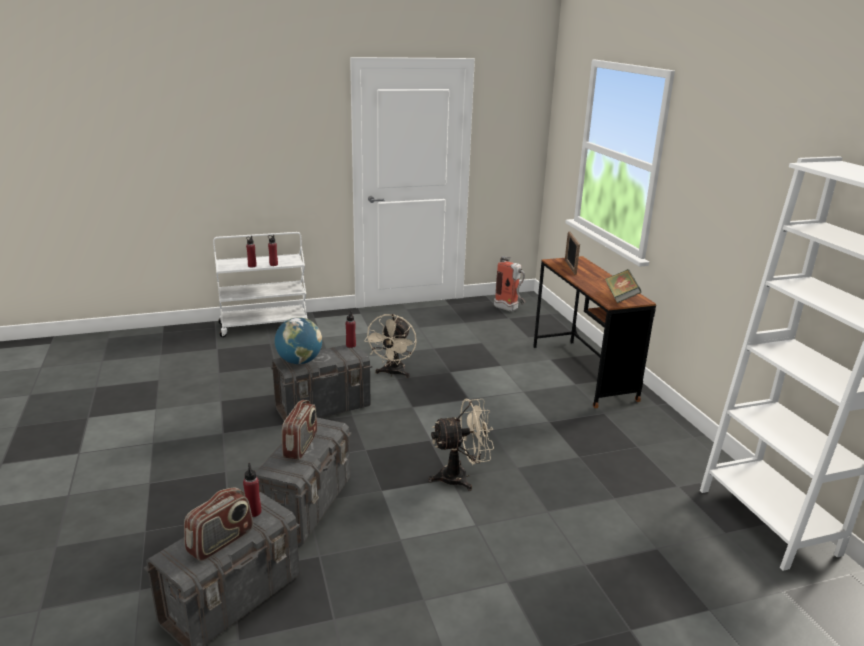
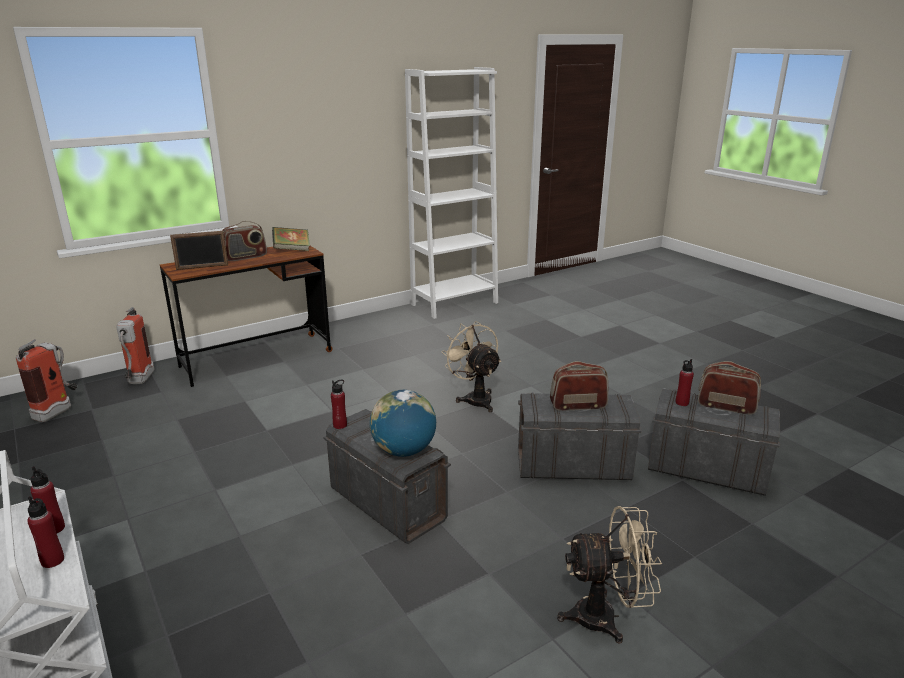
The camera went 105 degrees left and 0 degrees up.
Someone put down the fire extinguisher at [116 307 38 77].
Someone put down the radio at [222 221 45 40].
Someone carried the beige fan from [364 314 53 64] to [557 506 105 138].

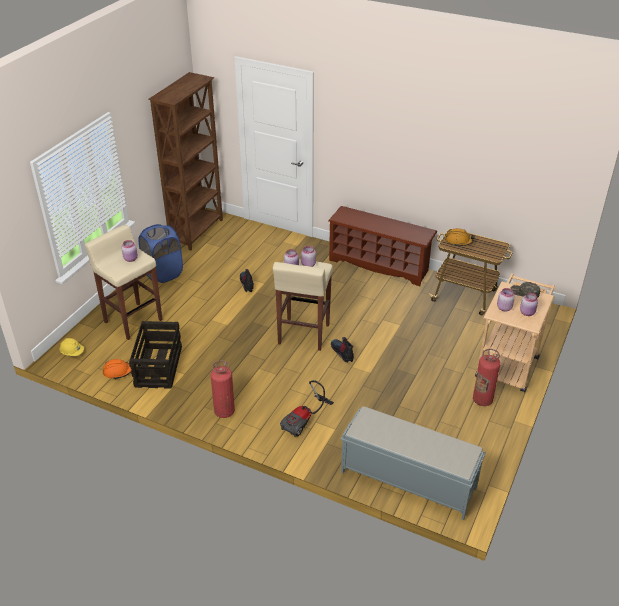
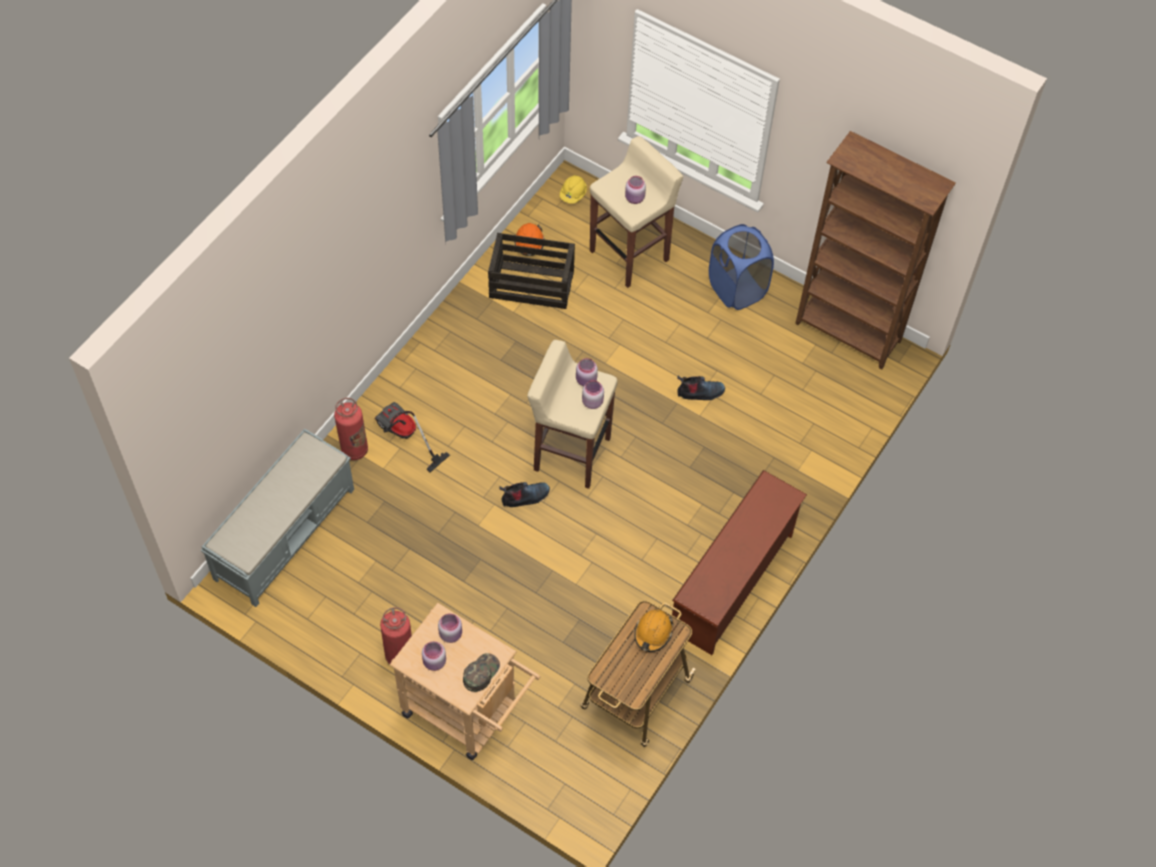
The camera went 95 degrees right and 20 degrees up.
Someone carried the fire extinguisher from [211 360 24 58] to [334 398 34 62].

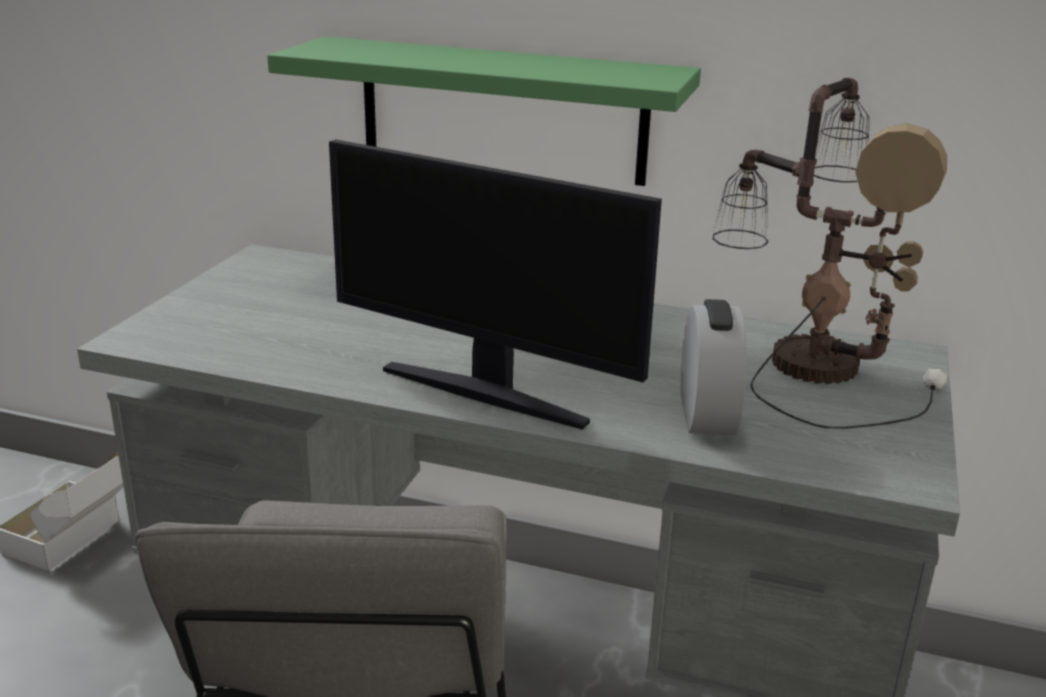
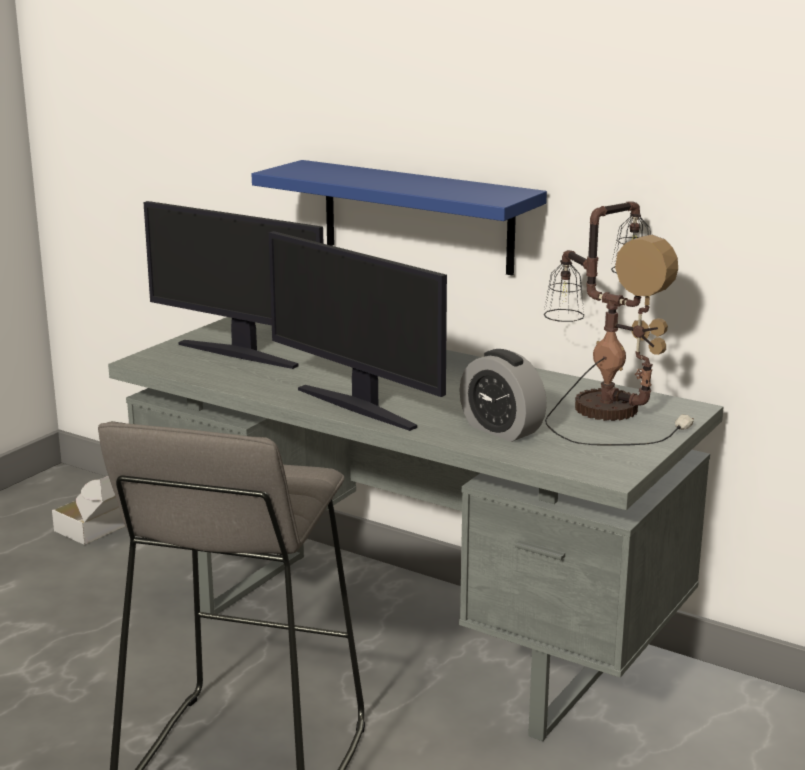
The camera went 15 degrees right and 5 degrees down.
Someone put down the monitor at [143 201 181 168].
Someone repainted the green shelf at [267 36 434 150], which became the blue shelf at [252 160 295 115].
Someone rotated the alarm clock at [681 299 66 136] by 120 degrees clockwise.

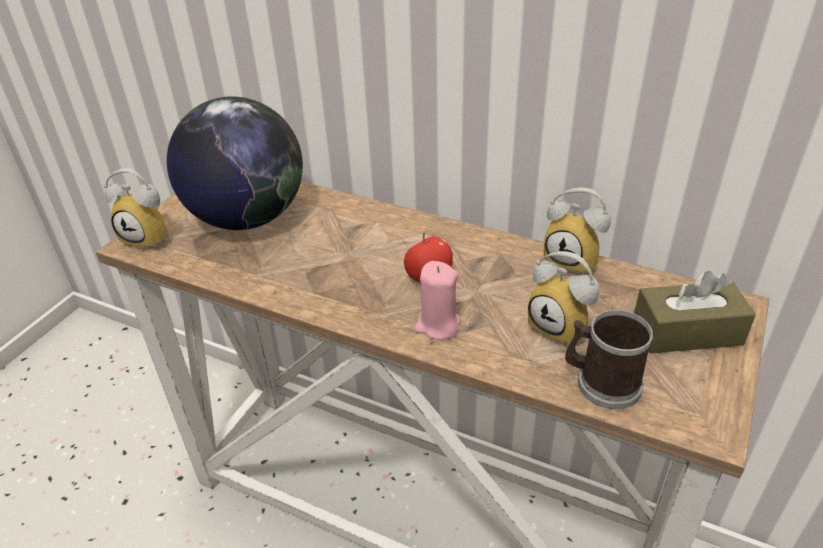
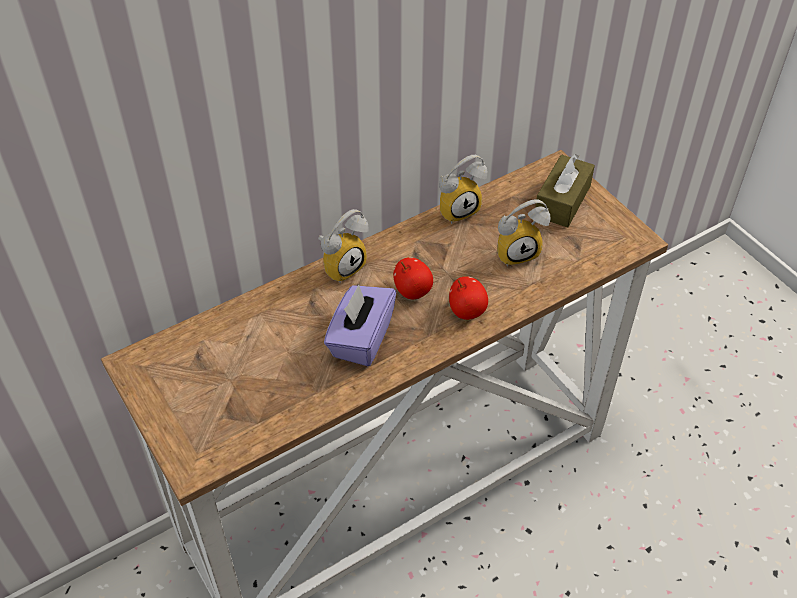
The camera went 60 degrees left and 10 degrees up.
Someone took away the globe at [167 96 136 134].
Someone took away the mug at [565 310 89 99].
Someone put down the purple tissue box at [324 285 72 81].
Someone carried the alarm clock from [104 168 66 82] to [318 209 51 74].
Someone swapped the pink candle at [414 261 47 79] for the apple at [449 276 39 44].

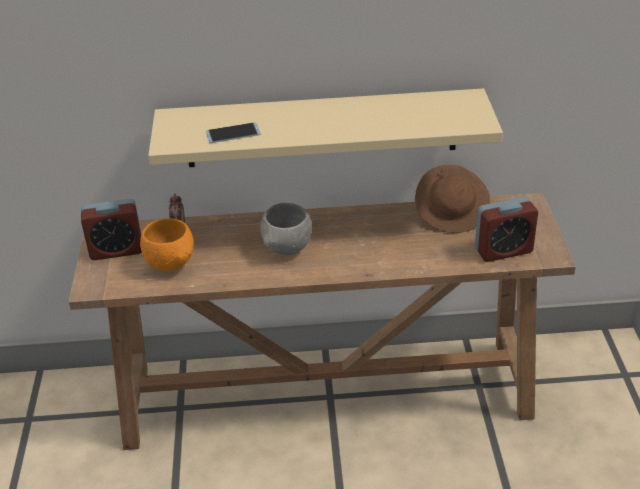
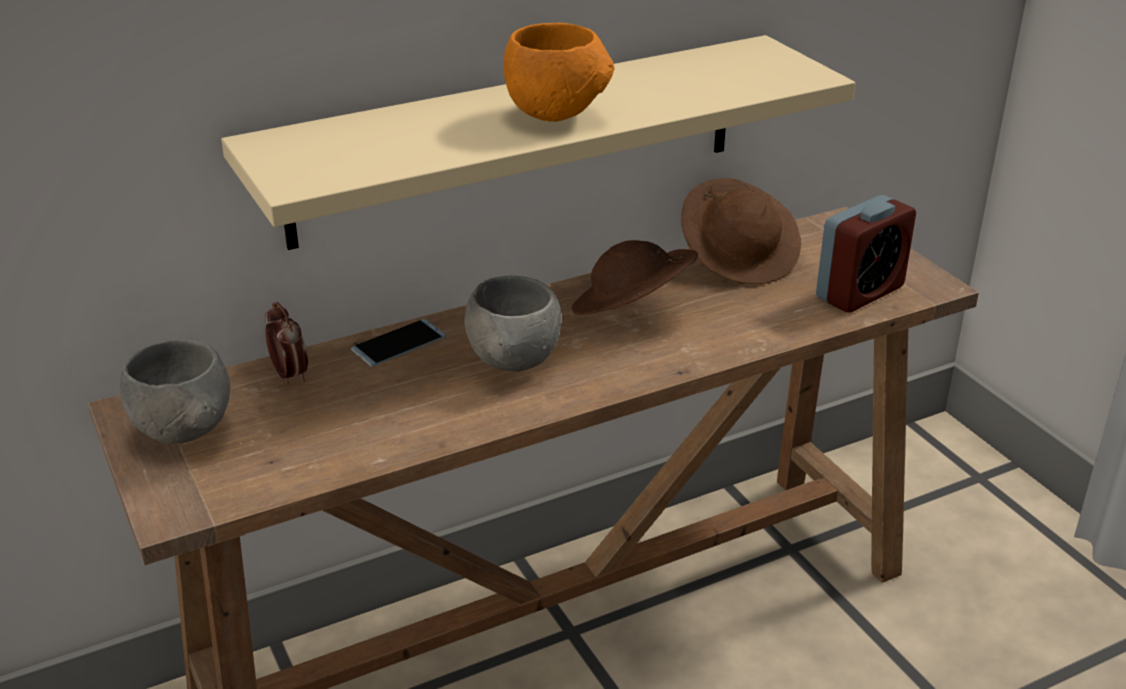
The camera went 25 degrees left and 5 degrees down.
Someone put down the brown hat at [572 240 126 75].
Someone carried the orange bowl from [140 218 54 53] to [503 23 111 99].
Someone carried the phone from [206 122 55 21] to [351 319 95 48].
Someone swapped the alarm clock at [81 199 61 61] for the grey bowl at [119 339 111 105].

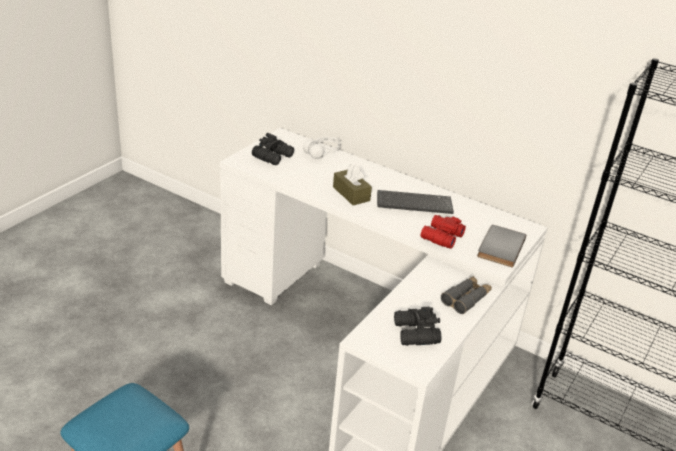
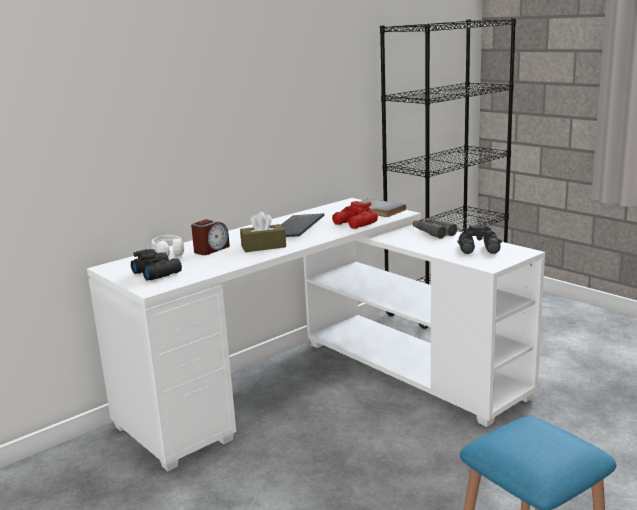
The camera went 70 degrees left and 15 degrees down.
Someone put down the alarm clock at [191 219 39 36].

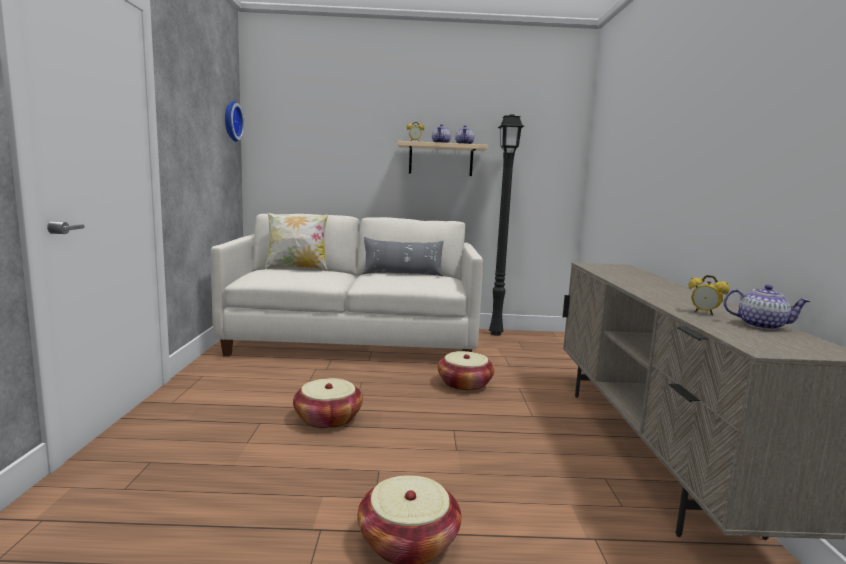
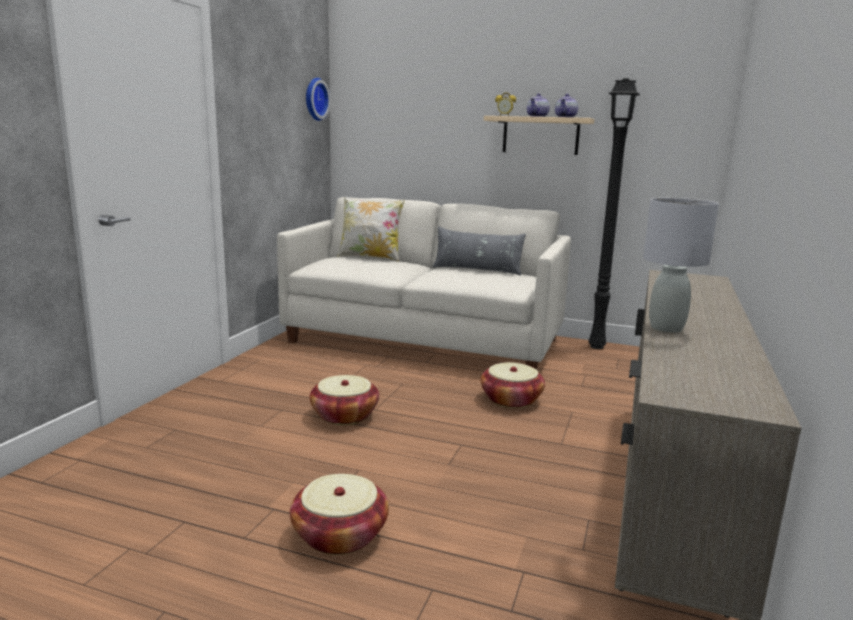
The camera went 20 degrees right and 5 degrees up.
Someone took away the alarm clock at [688 275 42 40].
Someone took away the teapot at [723 285 87 45].
Someone put down the grey table lamp at [643 198 76 135].

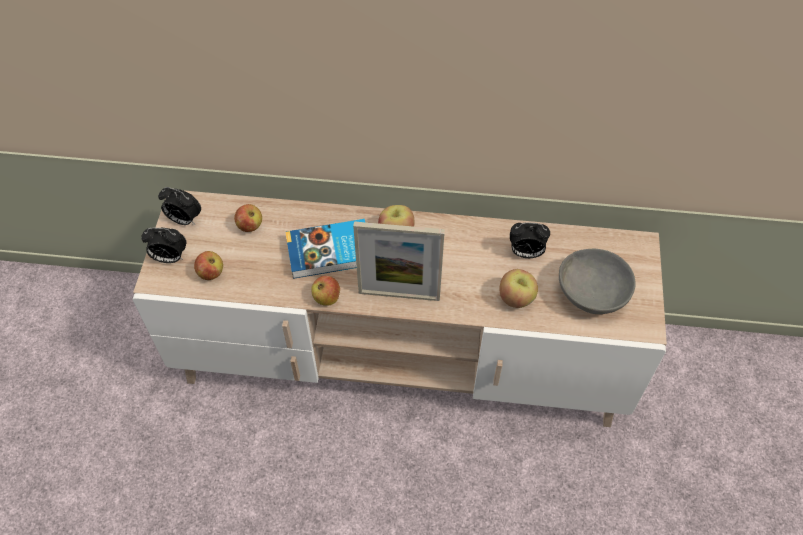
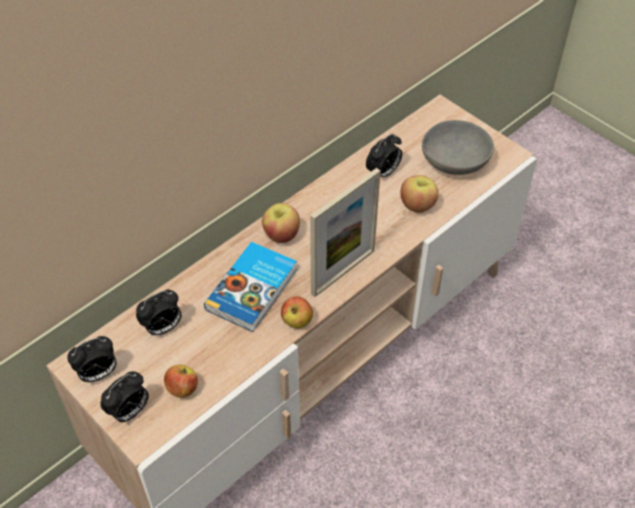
The camera went 50 degrees left and 5 degrees down.
Someone swapped the apple at [234 204 28 28] for the alarm clock at [136 290 46 46].

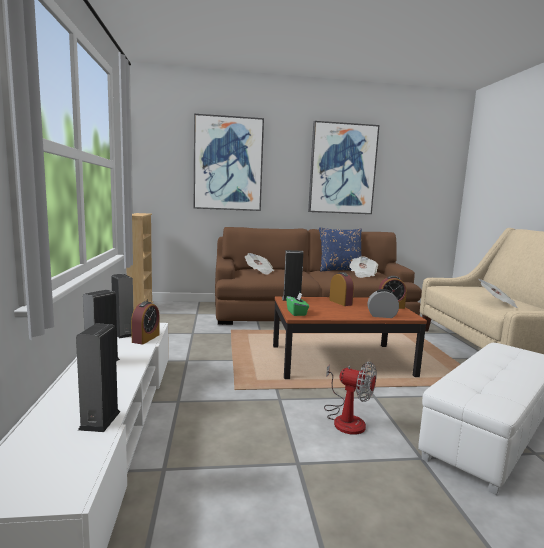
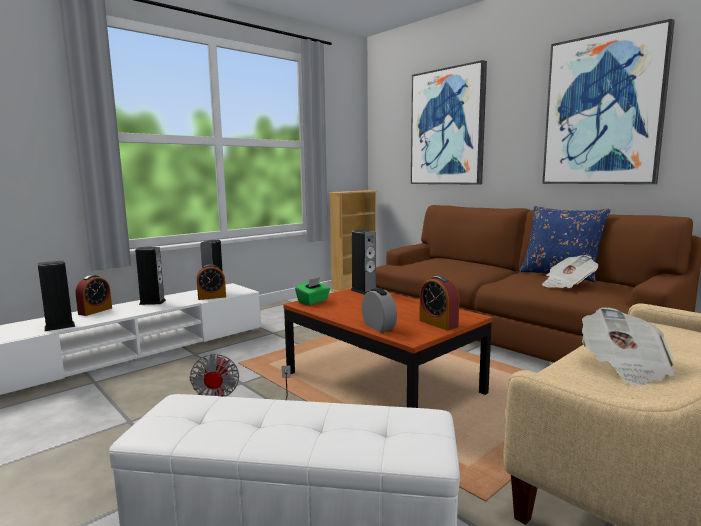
The camera went 55 degrees right and 0 degrees up.
Someone took away the newspaper at [245 253 29 22].
Someone carried the alarm clock from [329 272 25 34] to [76 275 36 41].

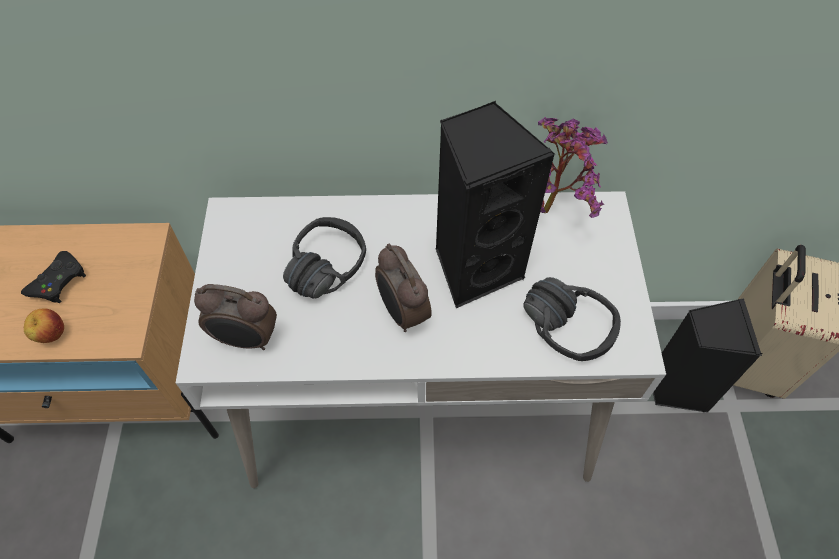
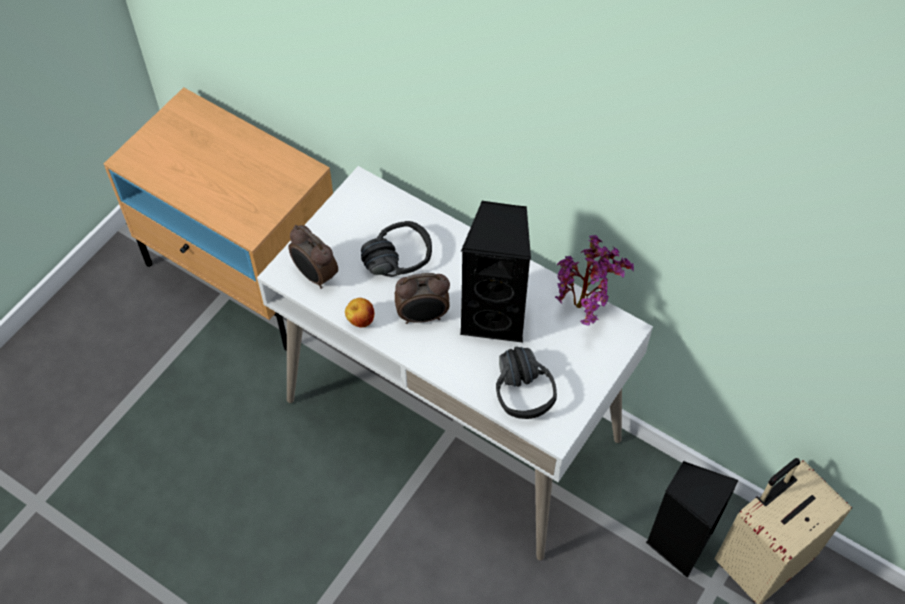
The camera went 35 degrees right and 0 degrees up.
Someone took away the black game controller at [21 251 65 52].
Someone carried the apple from [24 308 40 35] to [345 298 29 29].
Someone rotated the alarm clock at [375 244 57 88] by 105 degrees counterclockwise.

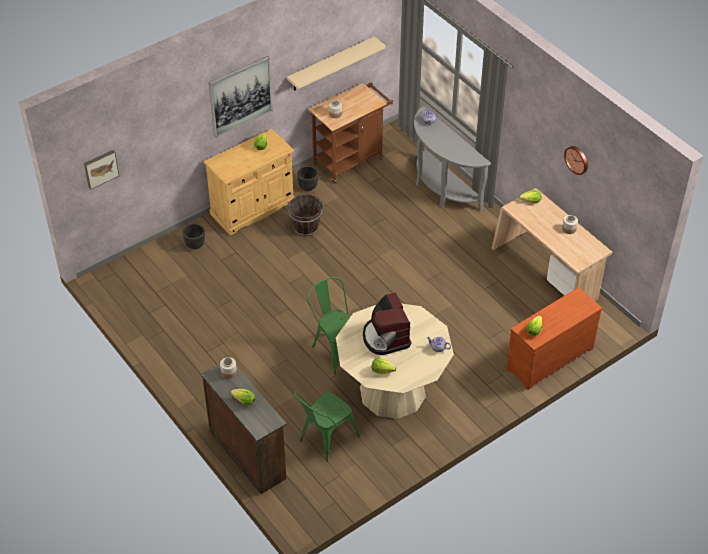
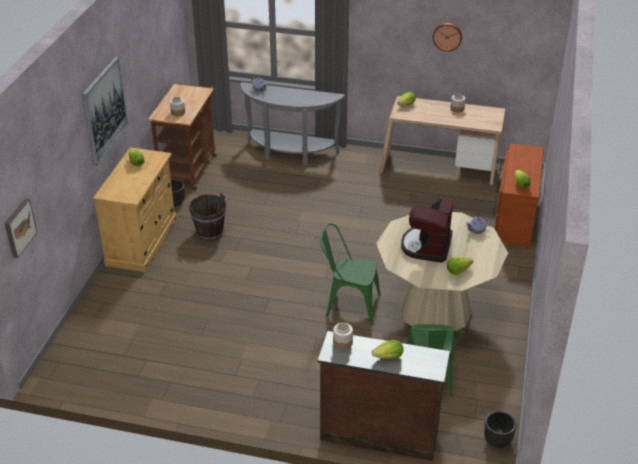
The camera went 40 degrees left and 10 degrees down.
Someone took away the beige shelf at [287 36 99 55].
Someone carried the black planter from [183 223 22 26] to [484 411 32 37].
Someone rotated the coffee machine at [363 292 48 63] by 75 degrees clockwise.

